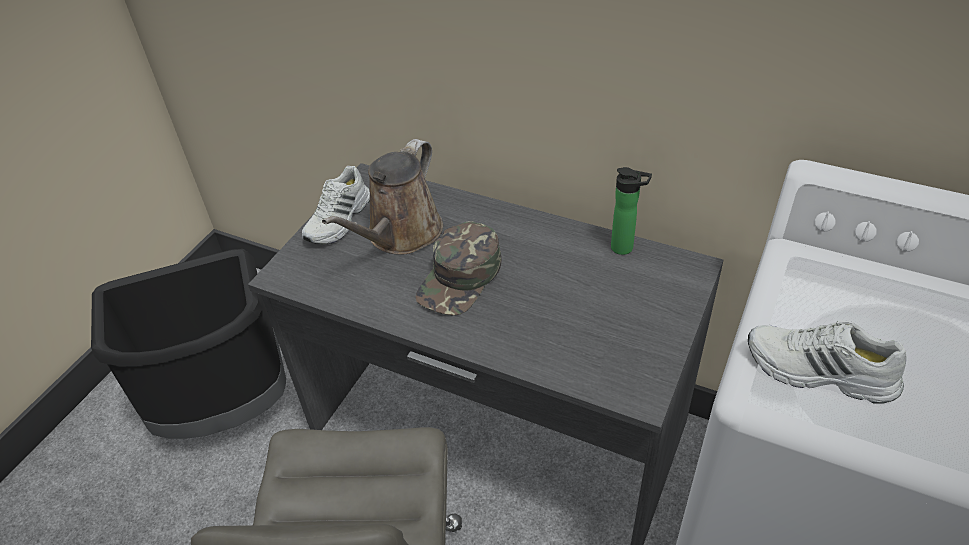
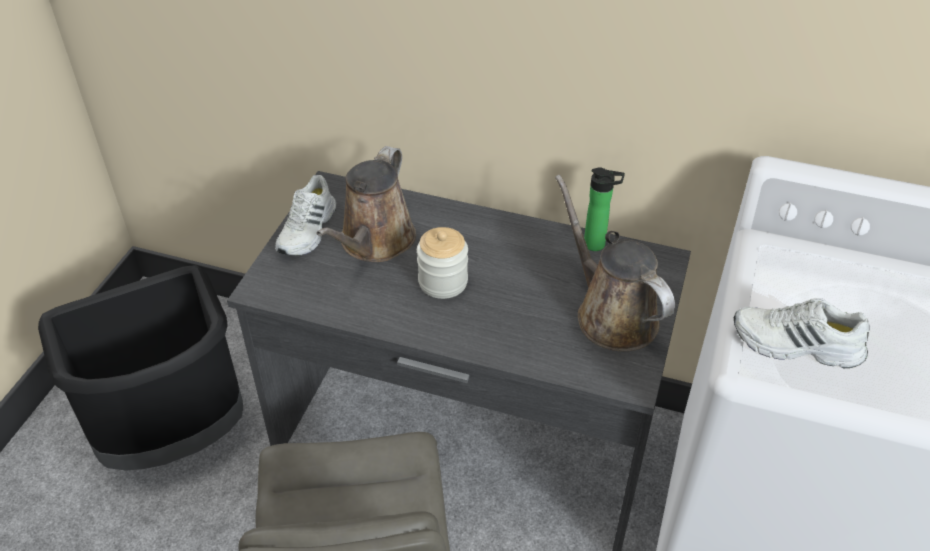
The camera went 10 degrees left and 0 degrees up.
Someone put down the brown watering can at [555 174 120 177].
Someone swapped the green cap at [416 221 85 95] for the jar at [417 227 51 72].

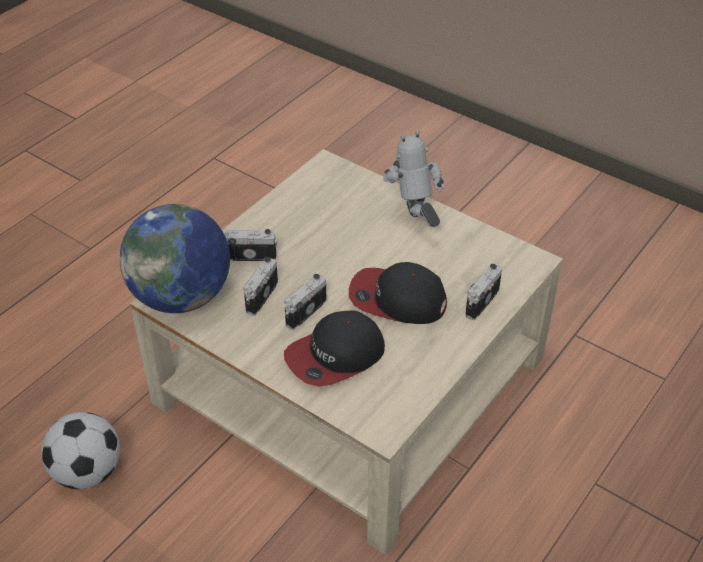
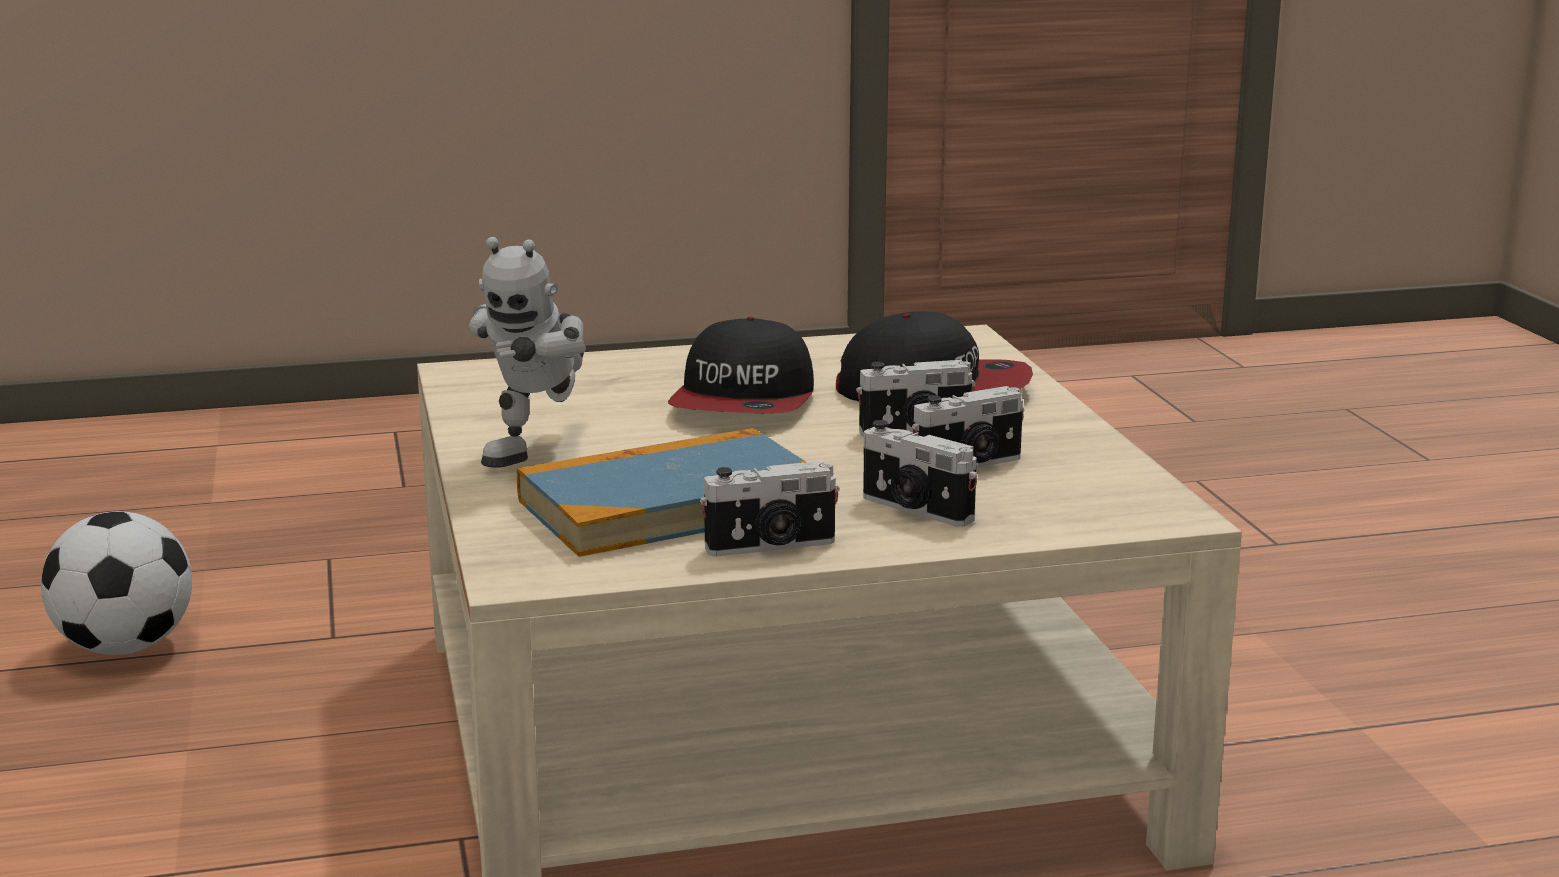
The camera went 140 degrees left and 25 degrees down.
Someone took away the globe at [119 204 111 109].
Someone put down the book at [517 428 289 129].
Someone carried the football from [41 412 79 77] to [41 511 151 144].
Someone carried the photo camera from [465 264 37 56] to [700 461 140 96].
Someone rotated the cap at [349 262 98 62] by 45 degrees clockwise.

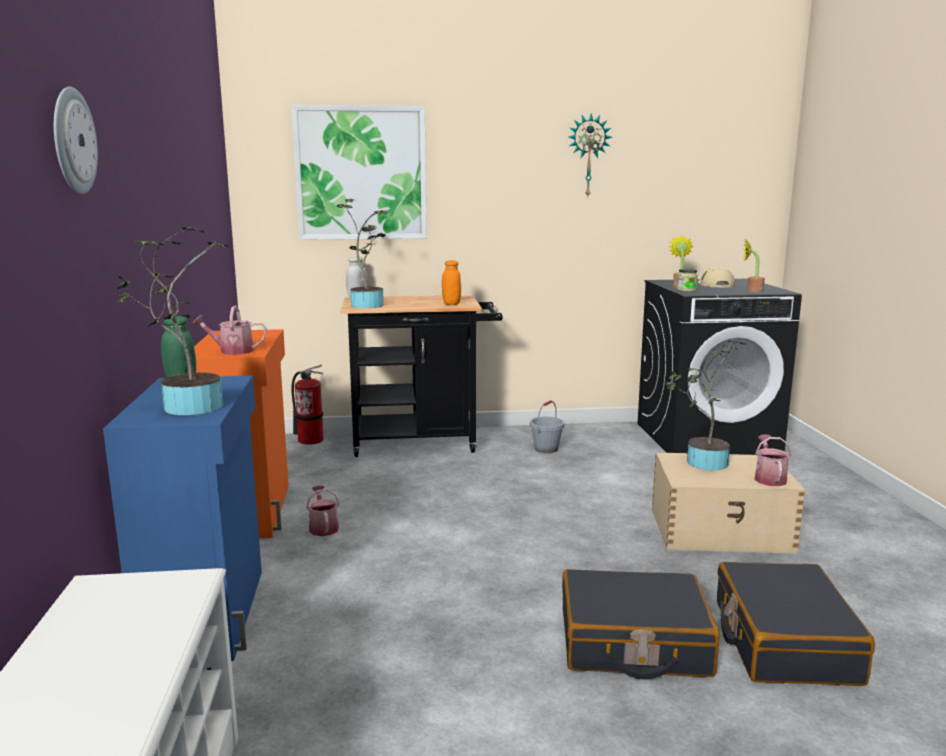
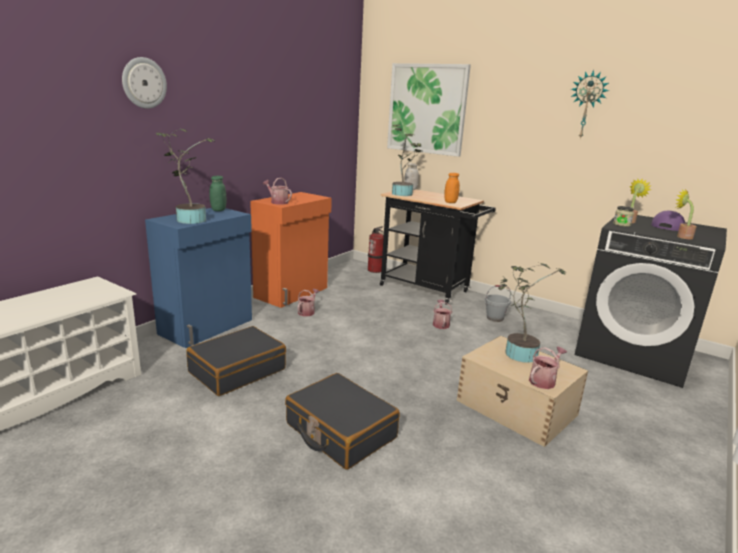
The camera went 40 degrees right and 5 degrees up.
Someone put down the watering can at [433 300 19 29].
Someone carried the black suitcase from [717 562 158 124] to [186 326 100 70].
Someone repainted the beige cap at [698 267 37 21], which became the purple cap at [651 211 34 20].

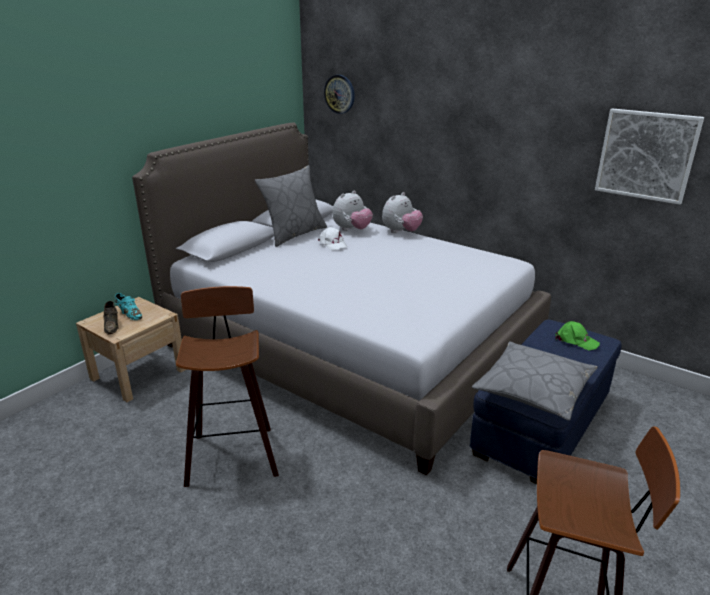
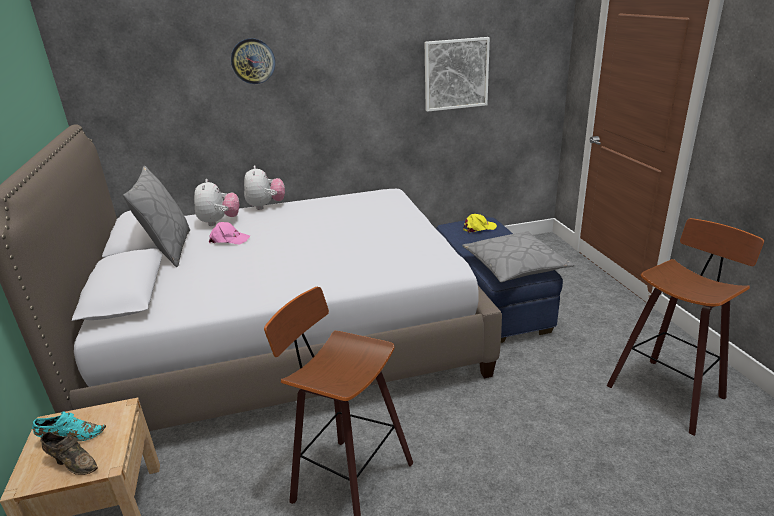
The camera went 50 degrees left and 0 degrees up.
Someone carried the wall clock from [324 75 31 39] to [231 38 44 46].
Someone repainted the white cap at [318 227 29 23], which became the pink cap at [209 222 41 22].
Someone repainted the green cap at [555 321 45 29], which became the yellow cap at [463 214 34 19].

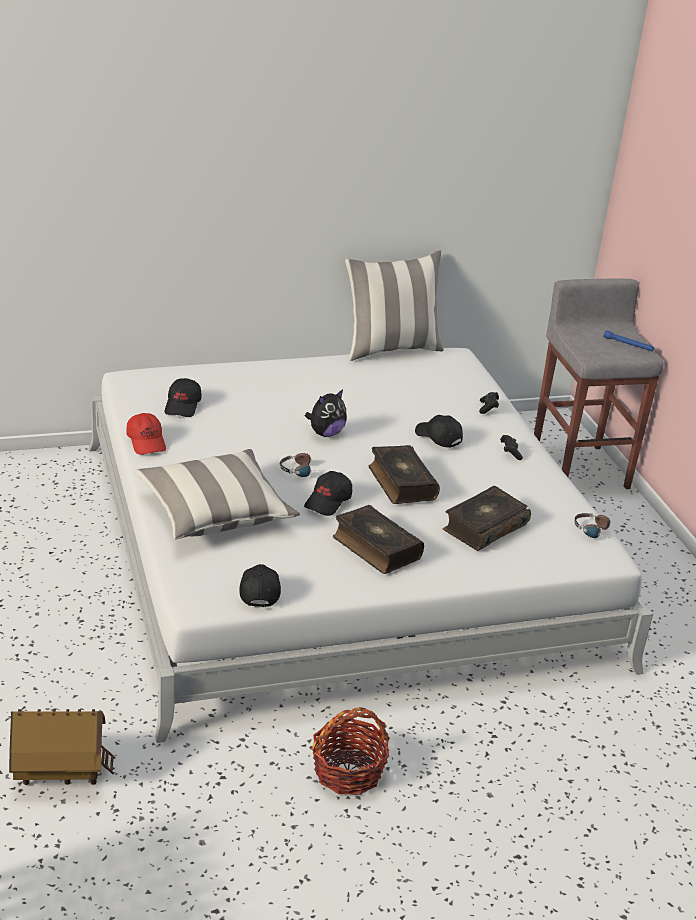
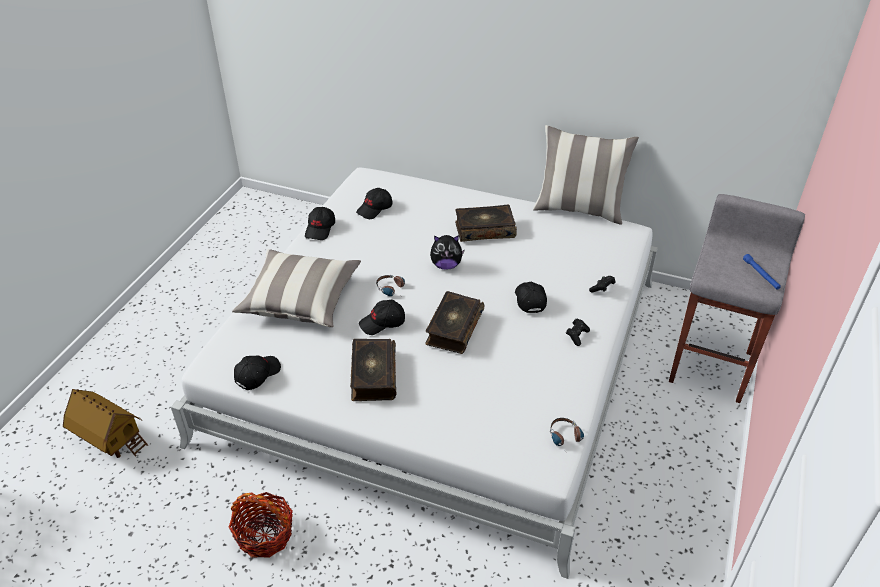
The camera went 40 degrees right and 10 degrees up.
Someone carried the book from [443 486 88 65] to [455 205 62 37].
Someone repainted the red cap at [126 413 40 42], which became the black cap at [305 207 30 33].

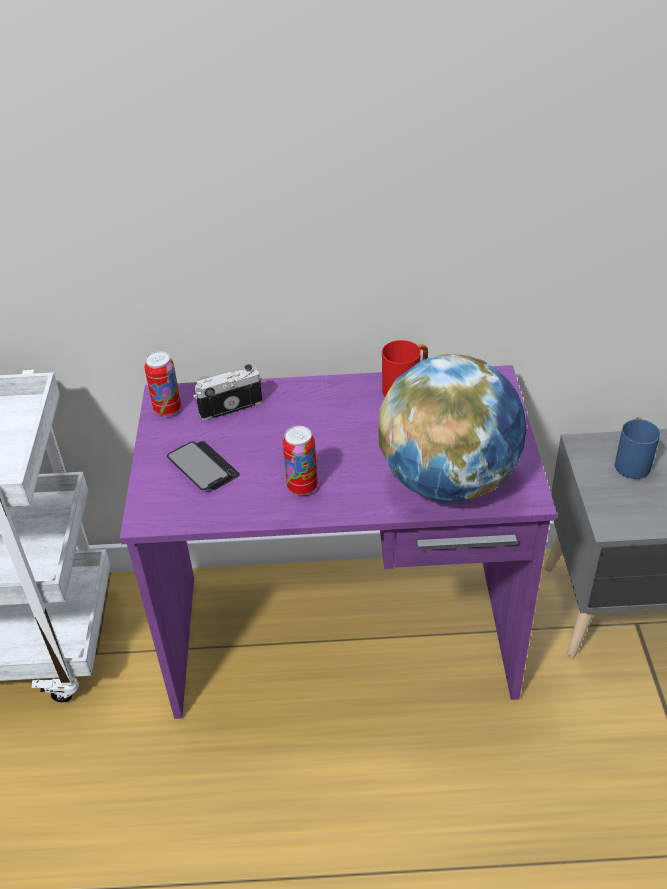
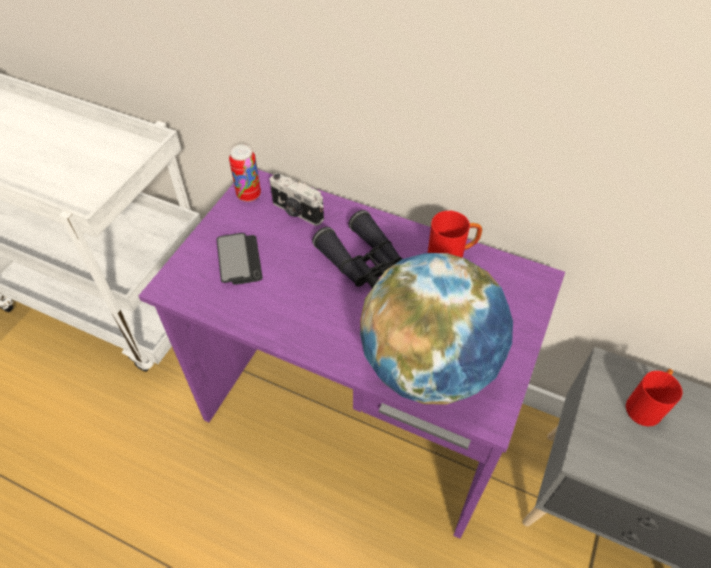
The camera went 25 degrees right and 10 degrees up.
Someone took away the can at [283 426 35 69].
Someone put down the black binoculars at [312 210 90 78].
Someone repainted the blue mug at [615 417 45 62], which became the red mug at [626 369 57 58].
Someone rotated the photo camera at [193 364 69 57] by 150 degrees counterclockwise.

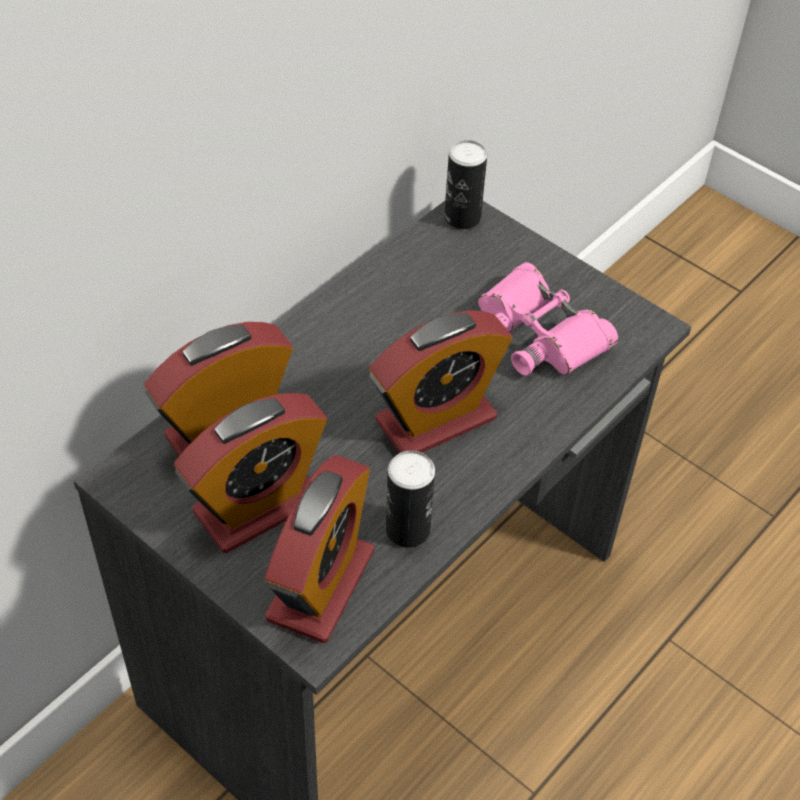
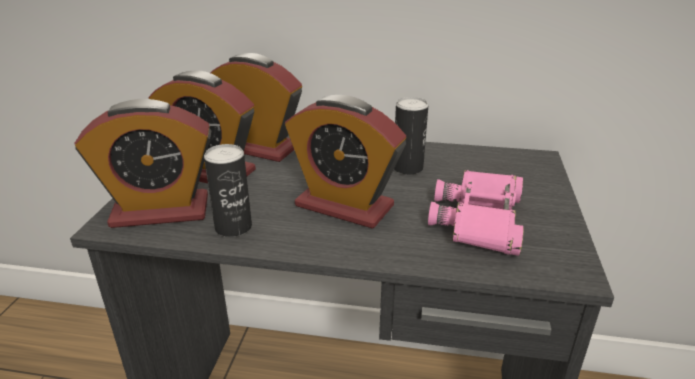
The camera went 60 degrees right and 20 degrees down.
Someone carried the can from [444 140 43 89] to [394 97 34 78].

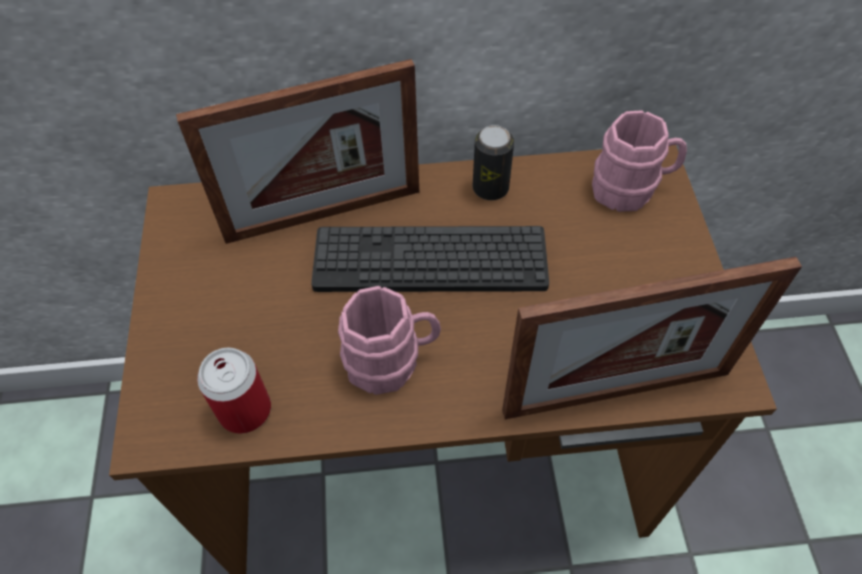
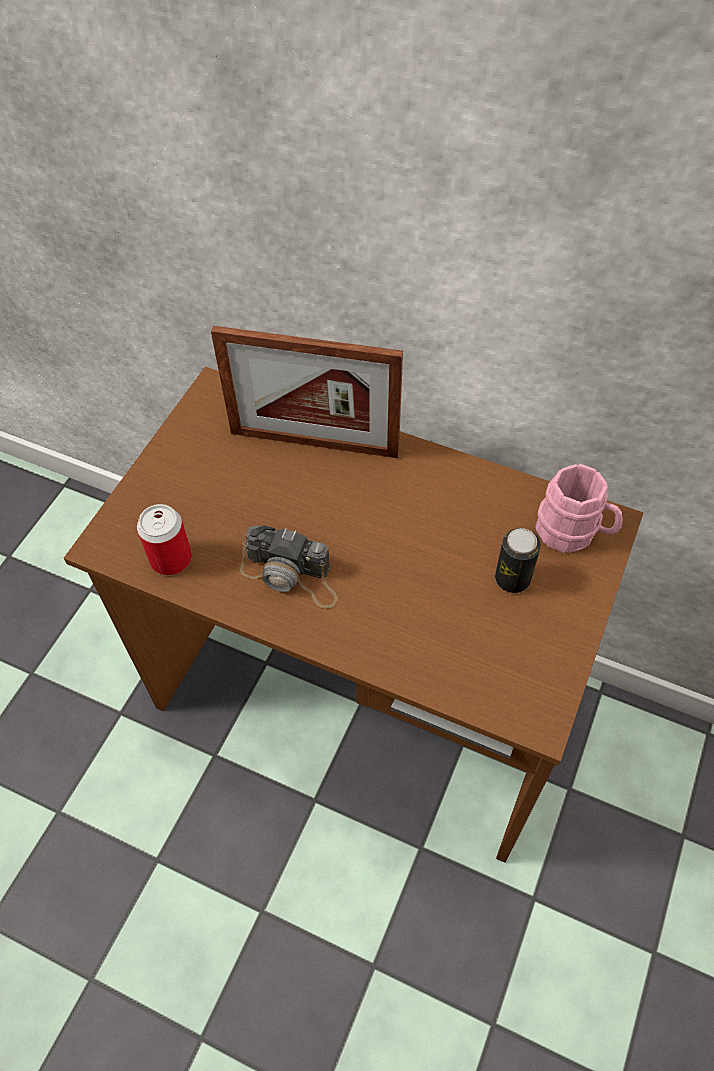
The camera went 30 degrees right and 0 degrees up.
Someone took away the keyboard at [311 226 238 66].
Someone took away the picture frame at [502 257 300 162].
Someone carried the can from [473 125 41 75] to [495 528 46 65].
Someone swapped the pink mug at [338 286 103 109] for the photo camera at [240 525 98 84].

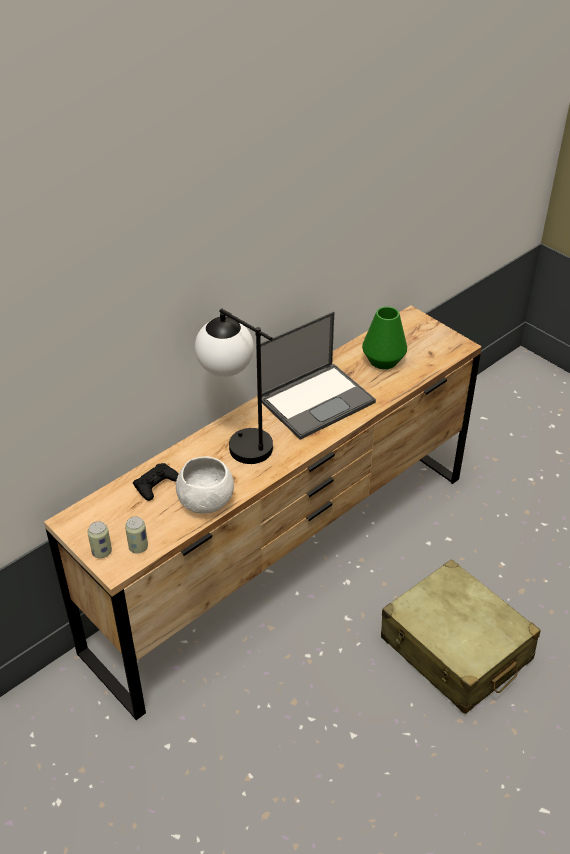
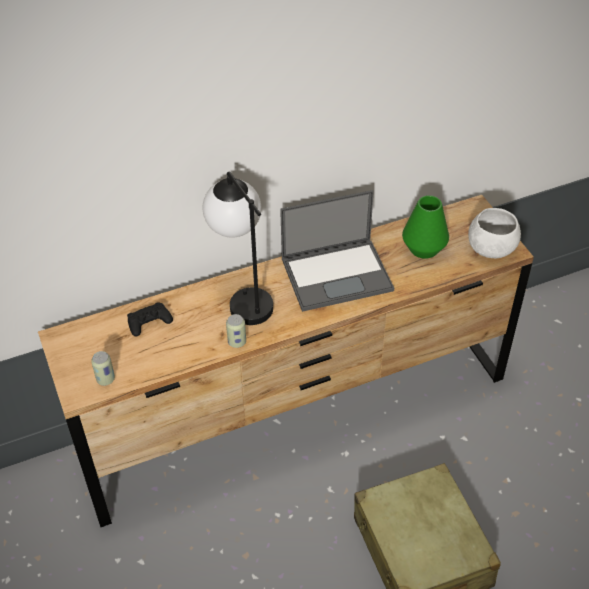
The camera went 20 degrees right and 5 degrees up.
Someone carried the can from [87 521 25 37] to [226 314 20 34].
Someone carried the white bowl from [176 456 58 58] to [468 208 53 50].

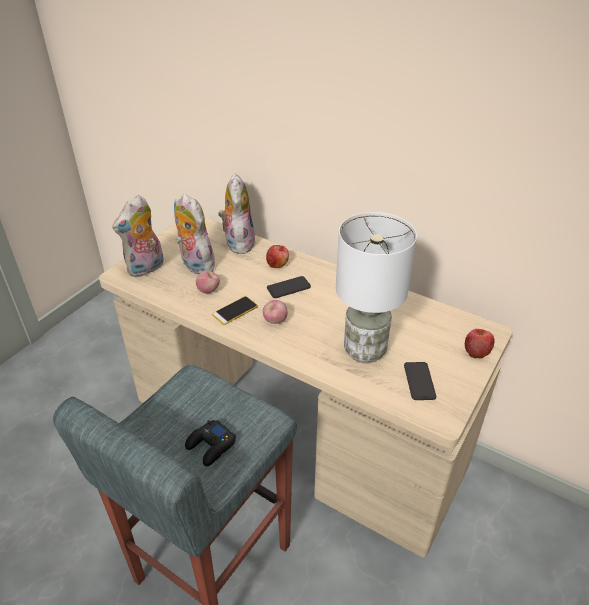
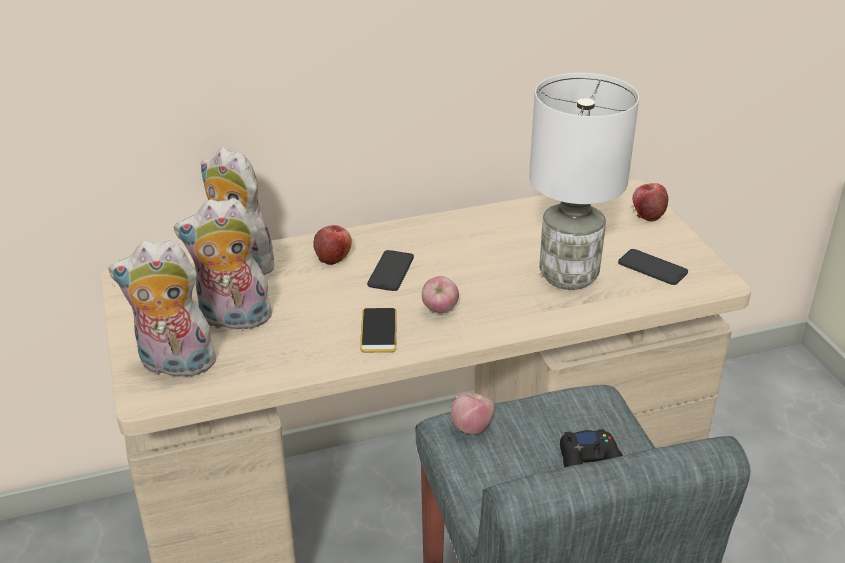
The camera went 50 degrees left and 5 degrees down.
Someone carried the apple from [196 271 24 23] to [451 392 44 43].
Someone rotated the plush toy at [112 195 52 82] by 105 degrees clockwise.

